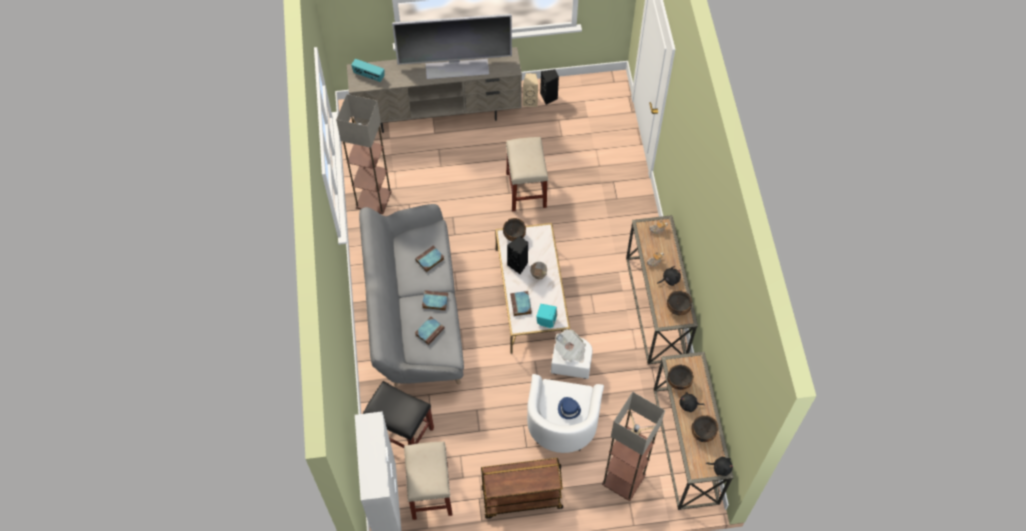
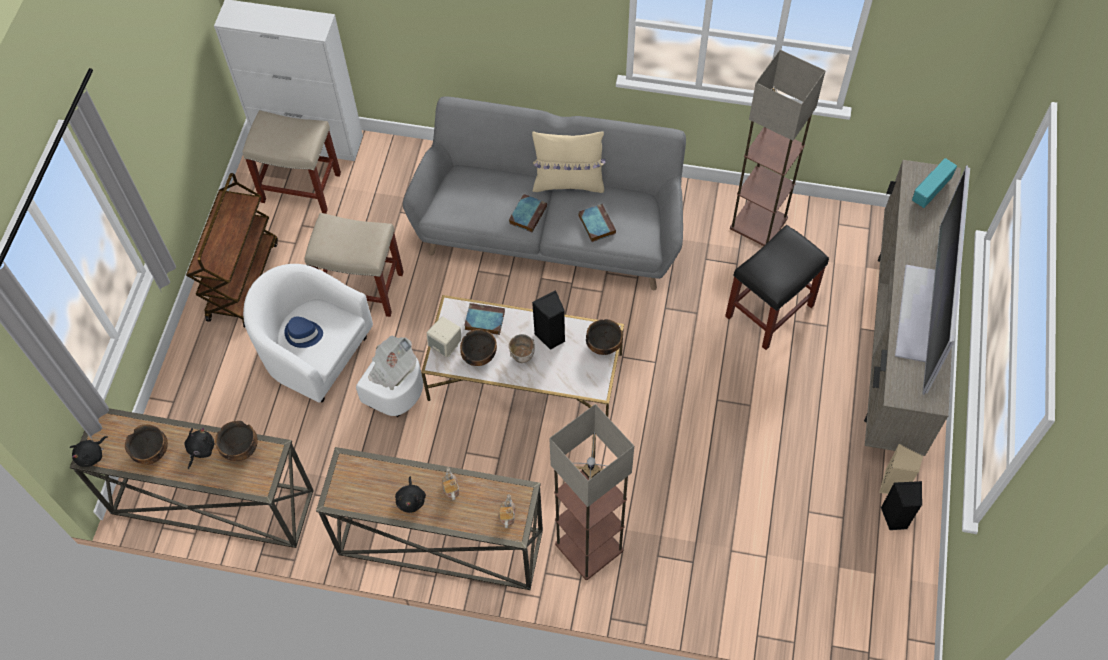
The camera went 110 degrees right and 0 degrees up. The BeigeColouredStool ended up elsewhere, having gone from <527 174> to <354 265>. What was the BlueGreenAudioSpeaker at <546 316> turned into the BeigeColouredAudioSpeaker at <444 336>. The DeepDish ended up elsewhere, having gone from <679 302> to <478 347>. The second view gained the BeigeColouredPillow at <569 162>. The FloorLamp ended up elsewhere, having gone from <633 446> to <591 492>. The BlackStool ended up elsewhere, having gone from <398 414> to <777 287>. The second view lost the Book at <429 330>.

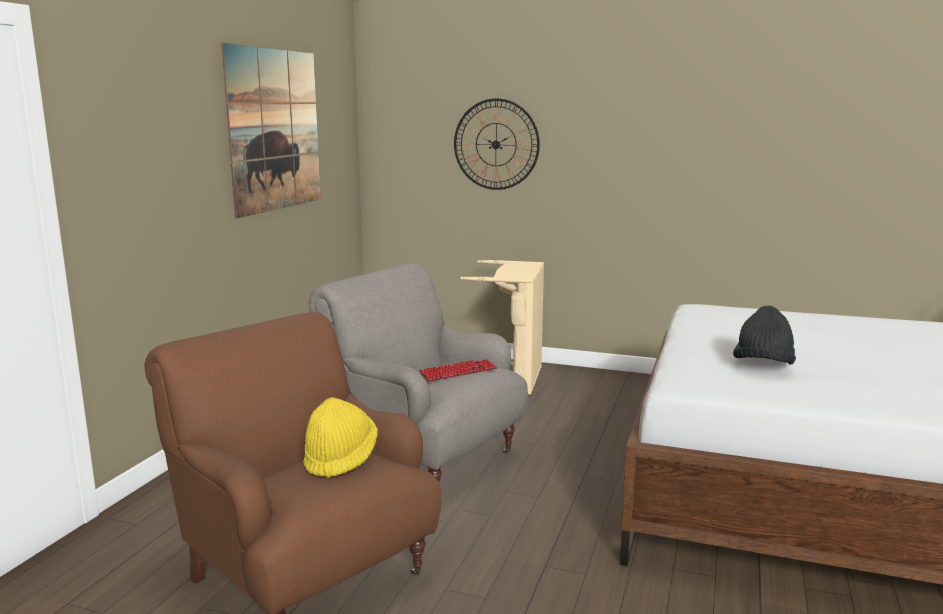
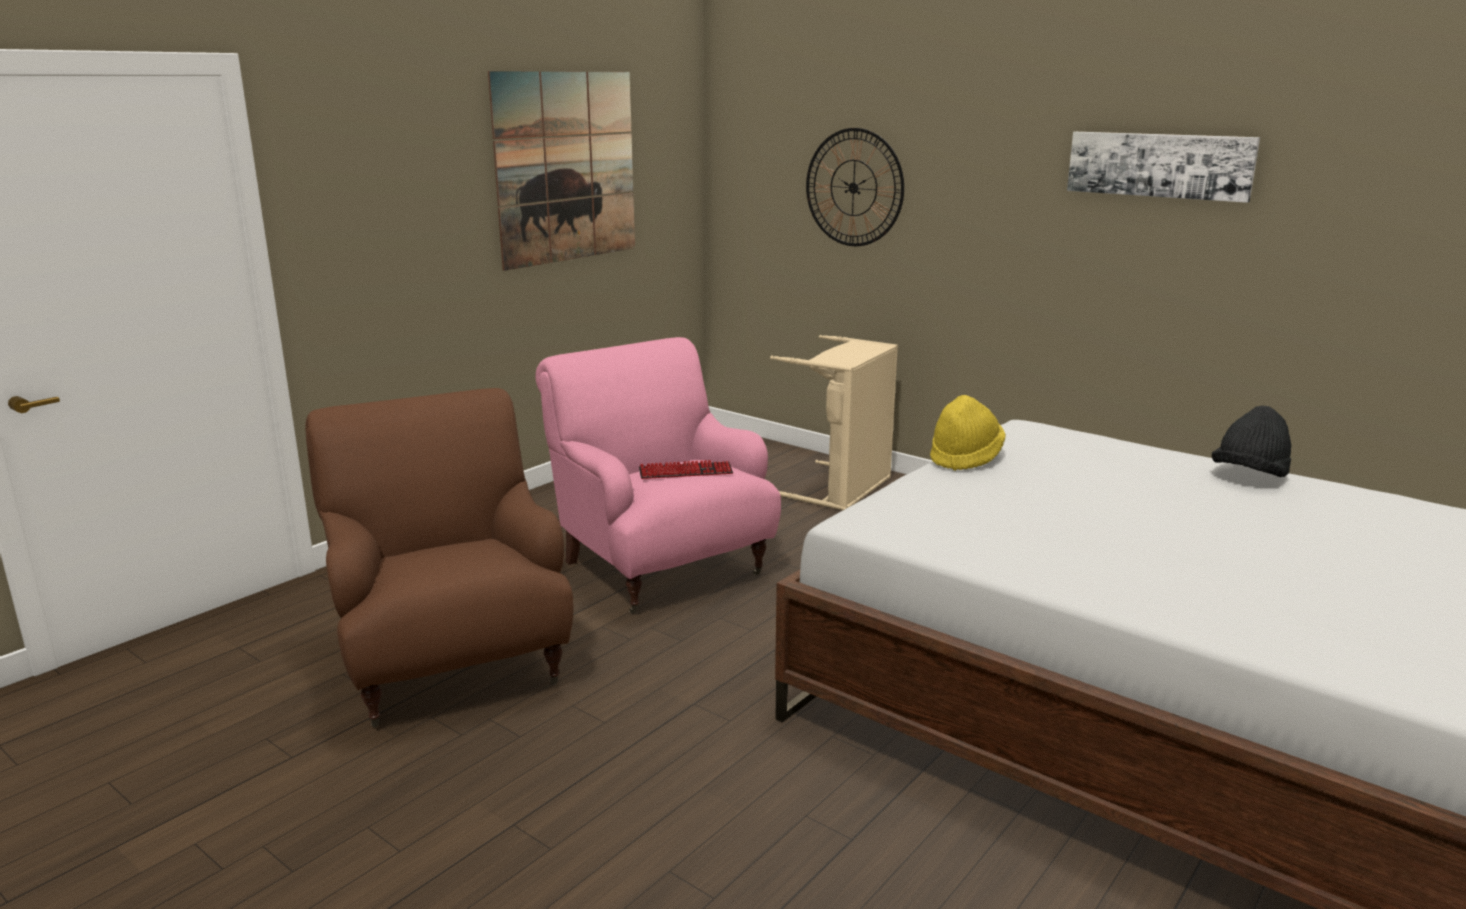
The camera went 20 degrees right and 5 degrees up. What was the GrayLoungeChair at <418 372> turned into the PinkLoungeChair at <658 475>. The YellowColouredWearableHat ended up elsewhere, having gone from <340 437> to <967 433>. The second view gained the WallPicture at <1163 167>. The BlackWearableHat ended up elsewhere, having gone from <764 335> to <1251 441>.

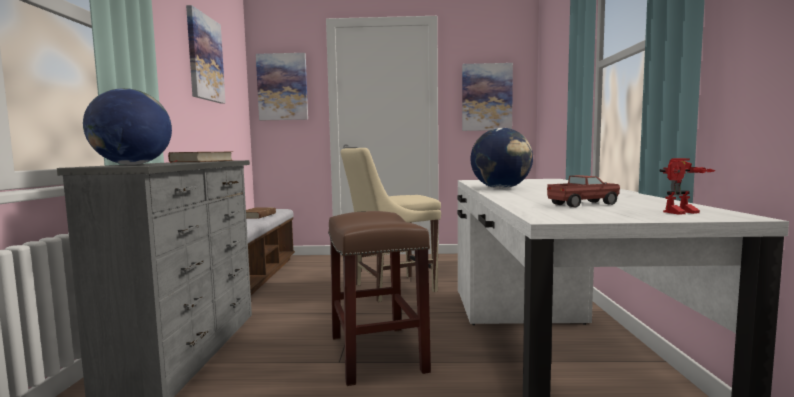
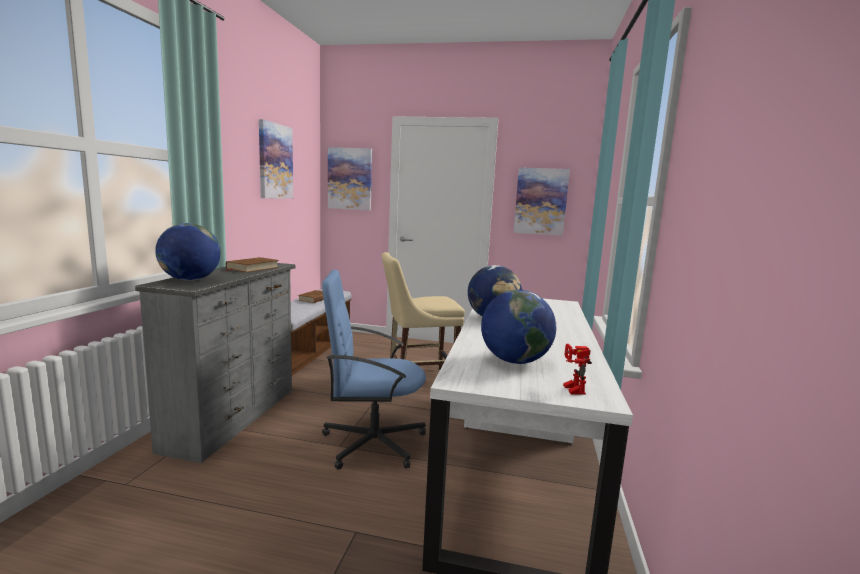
The camera went 10 degrees right and 5 degrees up. Where the BrownColouredStool stood at <379 298>, the BlueOfficeChair came to stand at <374 370>. Where the ToyTruck stood at <583 191>, the Globe came to stand at <518 327>. The RobotFigure at <687 186> ended up facing another way, 90 degrees clockwise from before.

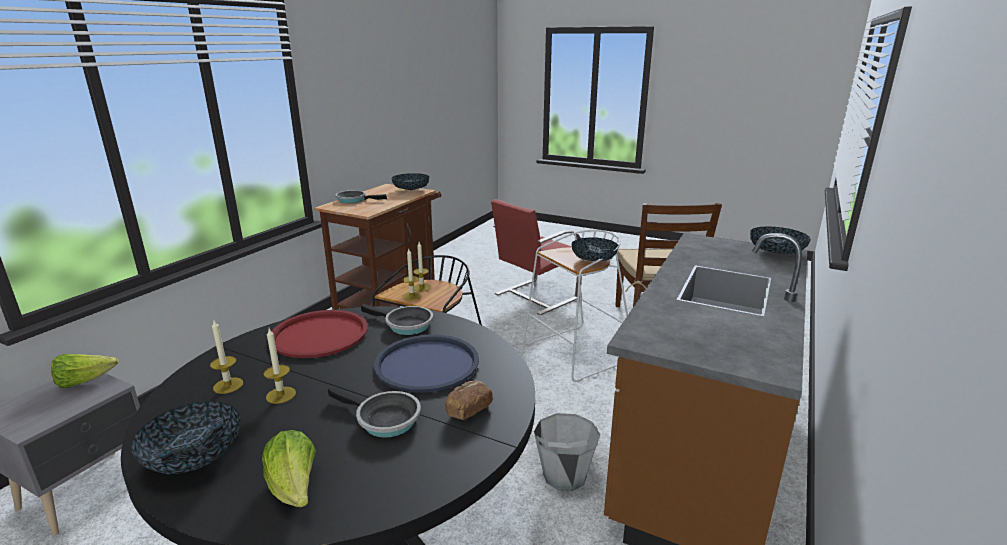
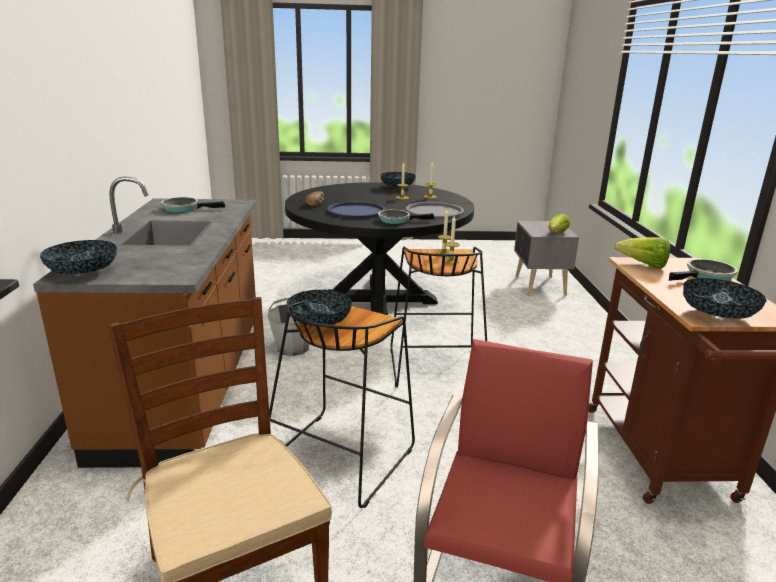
The camera went 150 degrees right and 0 degrees up. The FryingPan ended up elsewhere, having gone from <374 412> to <193 205>. What was the WhiteStool at <575 306> turned into the BlackStool at <342 404>. What was the RedCarryingTray at <319 334> turned into the GrayCarryingTray at <435 210>. The Lettuce ended up elsewhere, having gone from <289 468> to <642 253>.

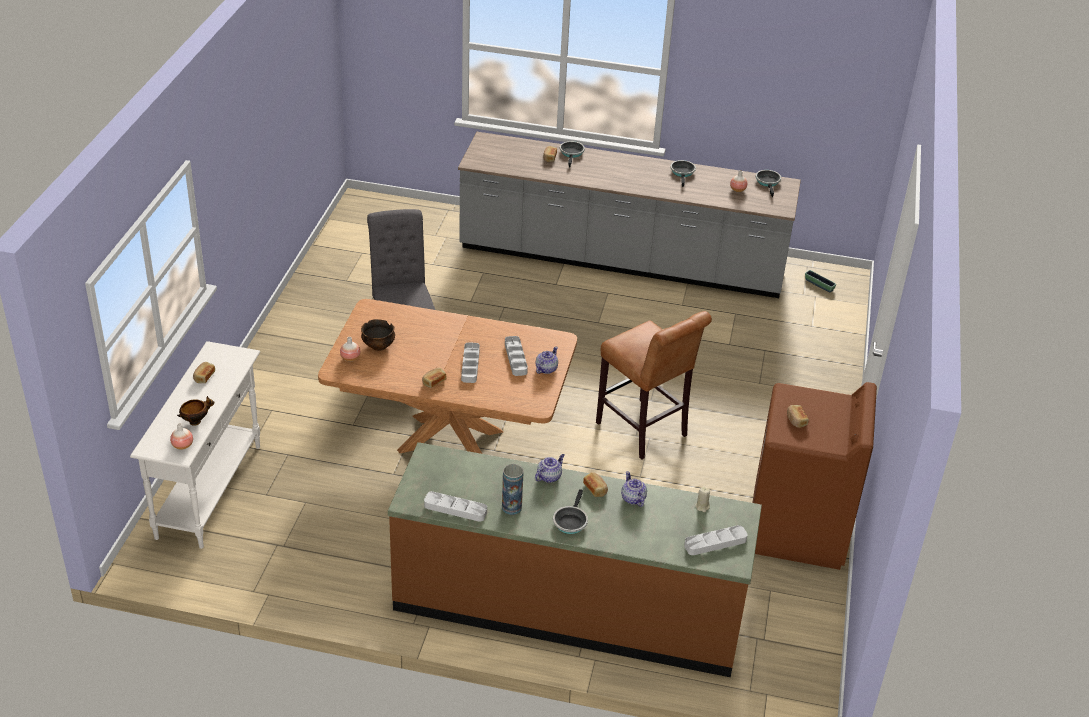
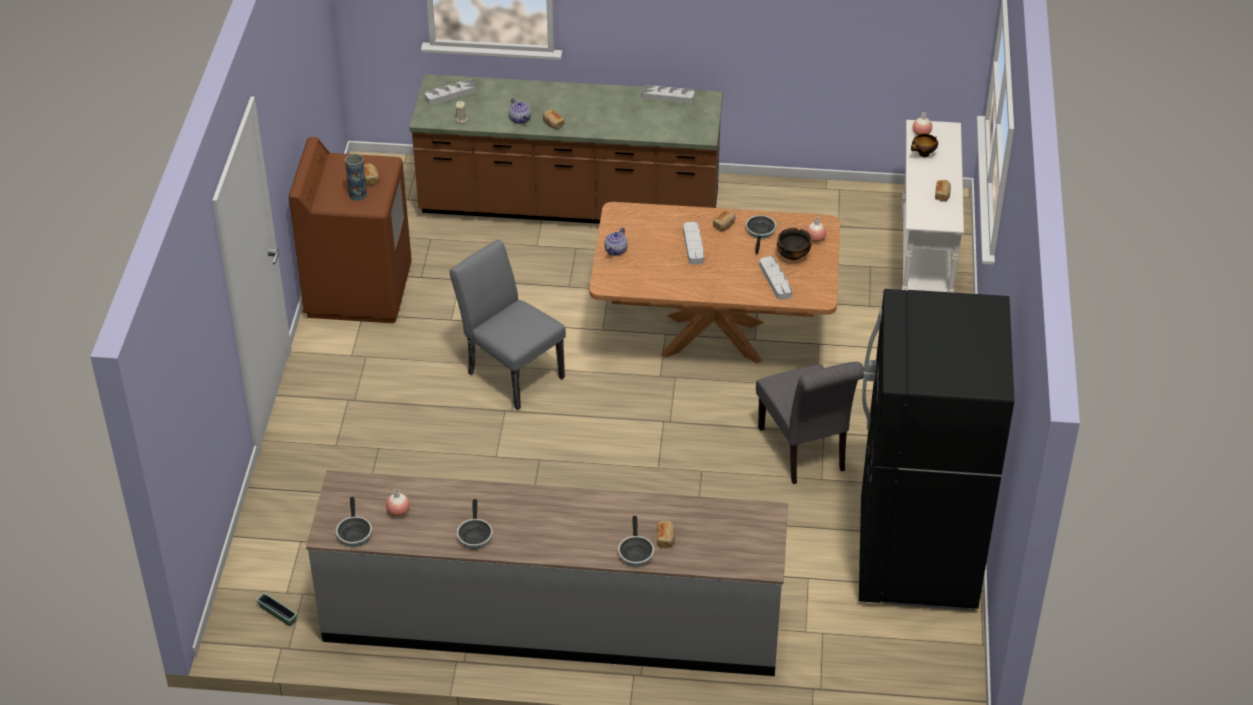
The camera went 175 degrees right and 5 degrees up. The Vase ended up elsewhere, having gone from <513 489> to <356 177>. Where the BrownColouredStool stood at <654 385>, the GrayUprightChair came to stand at <508 324>. The FryingPan ended up elsewhere, having gone from <570 511> to <761 234>. The GrayCarryingTray ended up elsewhere, having gone from <516 356> to <776 278>. The second view gained the BlackRefrigerator at <936 449>. The second view lost the Teapot at <550 468>.

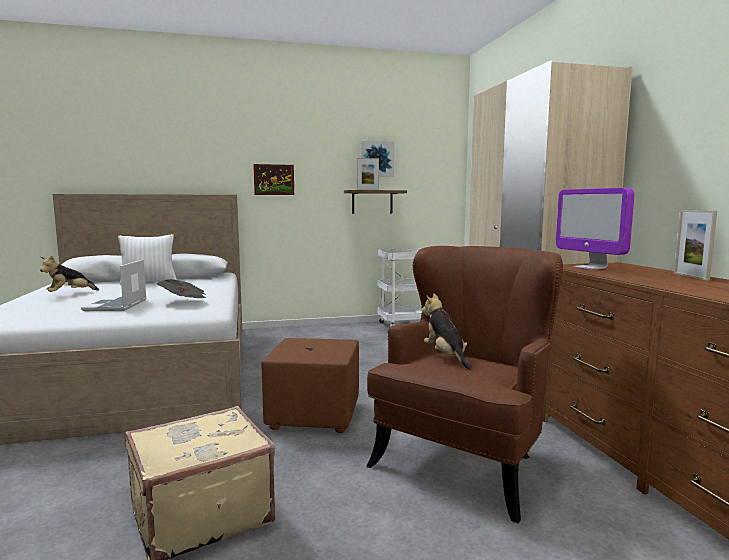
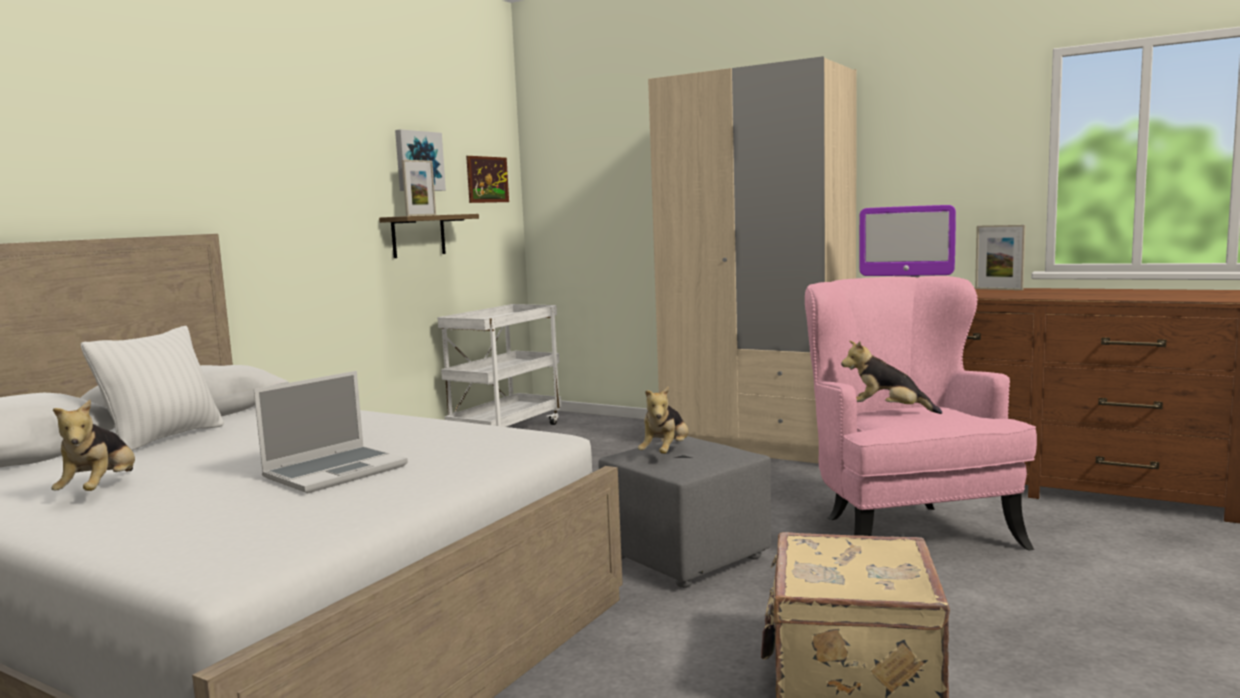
The camera went 45 degrees left and 0 degrees up. The PortableComputer at <114 285> ended up facing another way, 90 degrees counterclockwise from before. The WallPicture ended up elsewhere, having gone from <273 179> to <487 179>. What was the BrownColouredOttoman at <310 385> turned into the GrayOttoman at <684 512>. The second view gained the PlushToy at <663 420>. What was the BrownColouredLoungeChair at <464 384> turned into the PinkLoungeChair at <921 413>. The second view lost the Newspaper at <181 288>.

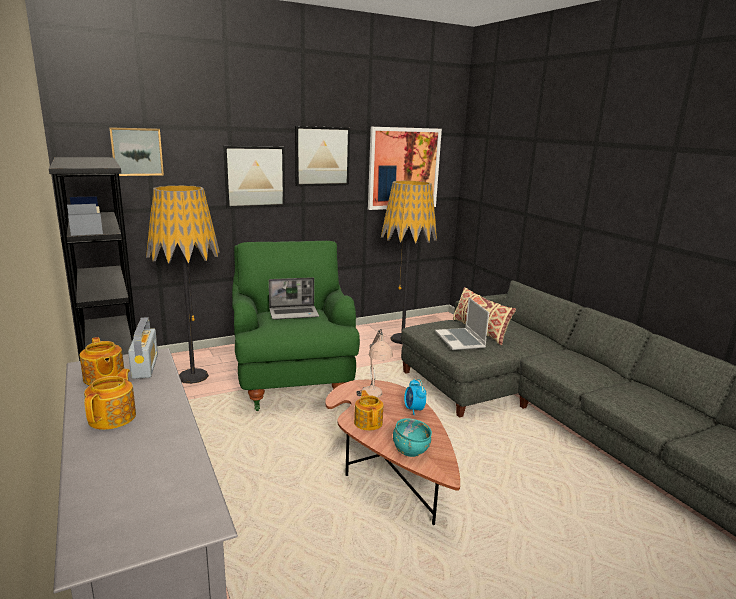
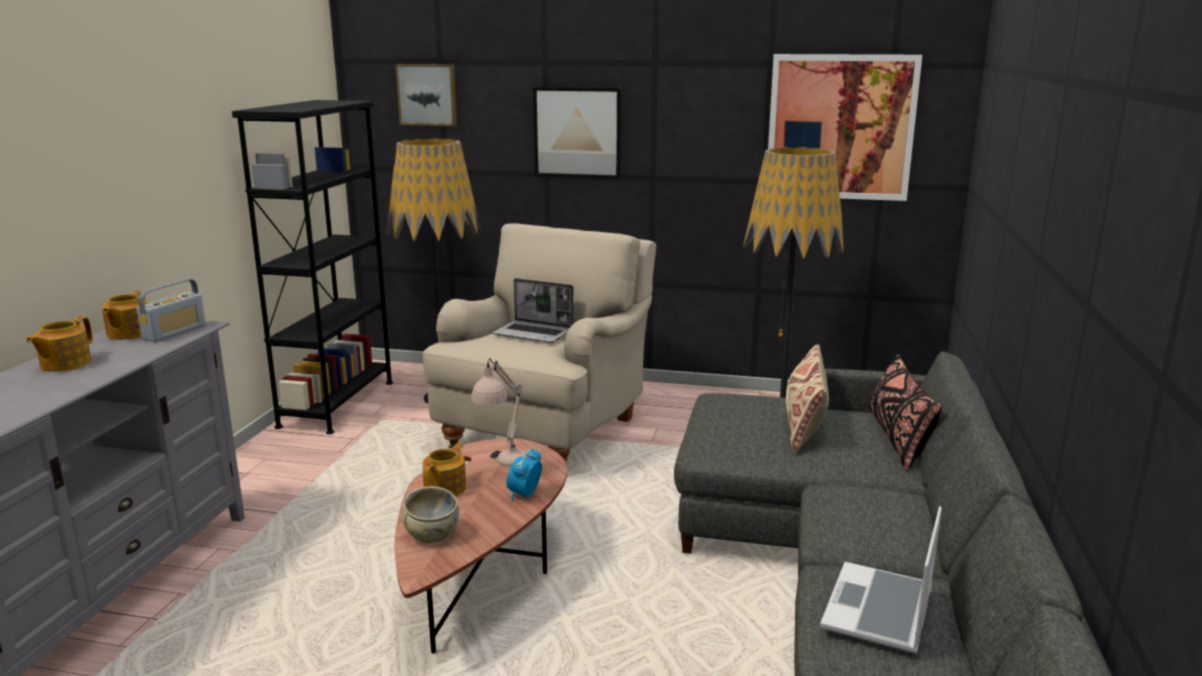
The camera went 40 degrees right and 0 degrees up. The Teapot at <110 399> ended up facing another way, 150 degrees clockwise from before. What was the BlueGreenDeepDish at <412 437> turned into the BeigeColouredDeepDish at <430 514>. What was the GreenColouredLoungeChair at <296 326> turned into the BeigeColouredLoungeChair at <539 342>. The PortableComputer ended up elsewhere, having gone from <462 323> to <881 579>. The second view gained the BlackPillow at <905 413>. The second view lost the WallPicture at <322 156>.

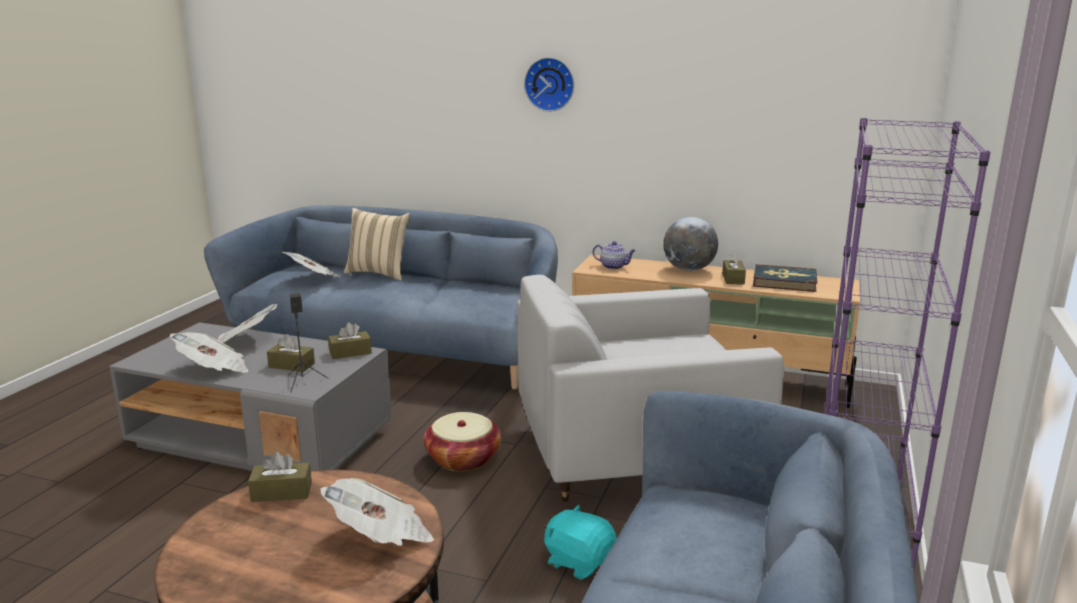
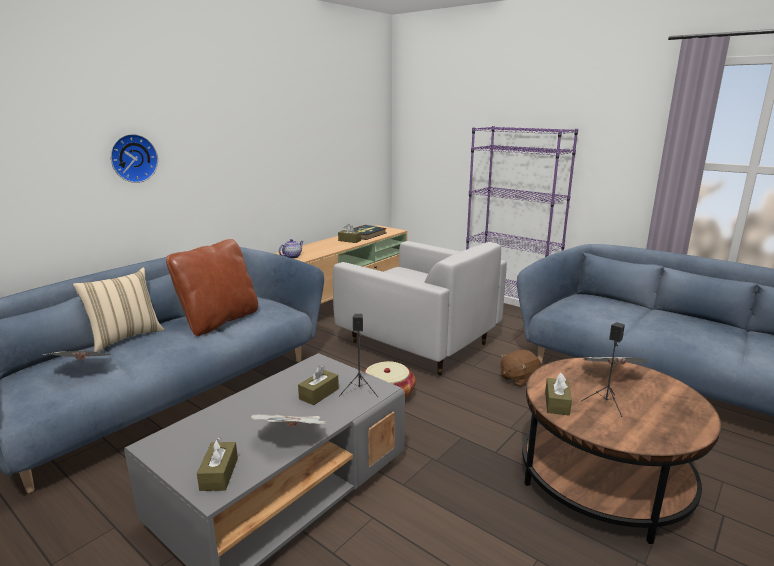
The camera went 70 degrees left and 0 degrees up. The ClockOnTheWall ended up elsewhere, having gone from <549 84> to <134 158>. The second view gained the BrownColouredPillow at <212 287>. The BrownColouredBoxOfTissues ended up elsewhere, having gone from <350 340> to <217 464>. The WhiteLoungeChair at <651 388> ended up facing another way, 60 degrees counterclockwise from before. What was the BlueGreenPlushToy at <580 542> turned into the BrownColouredPlushToy at <520 368>. The second view gained the BlackAudioSpeaker at <603 369>. The second view lost the Newspaper at <247 323>. The second view lost the Globe at <690 244>.

